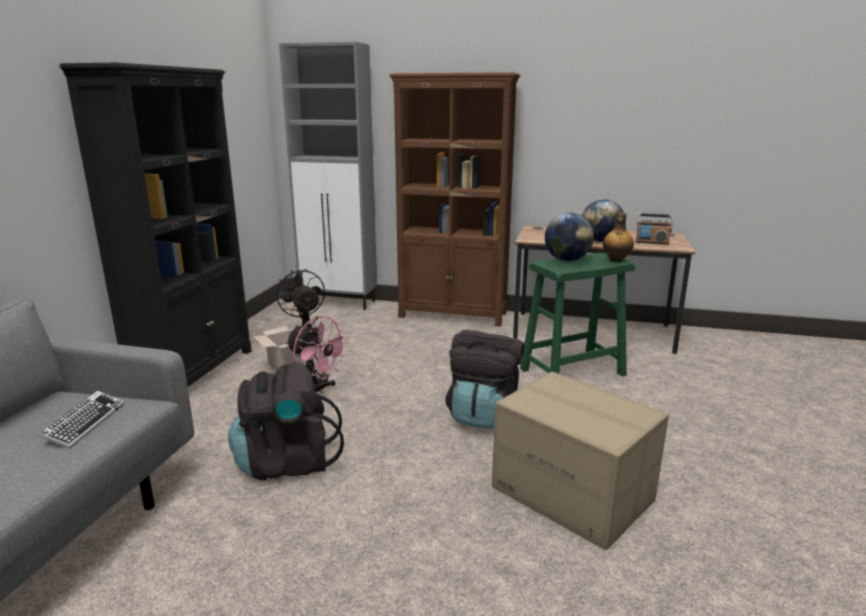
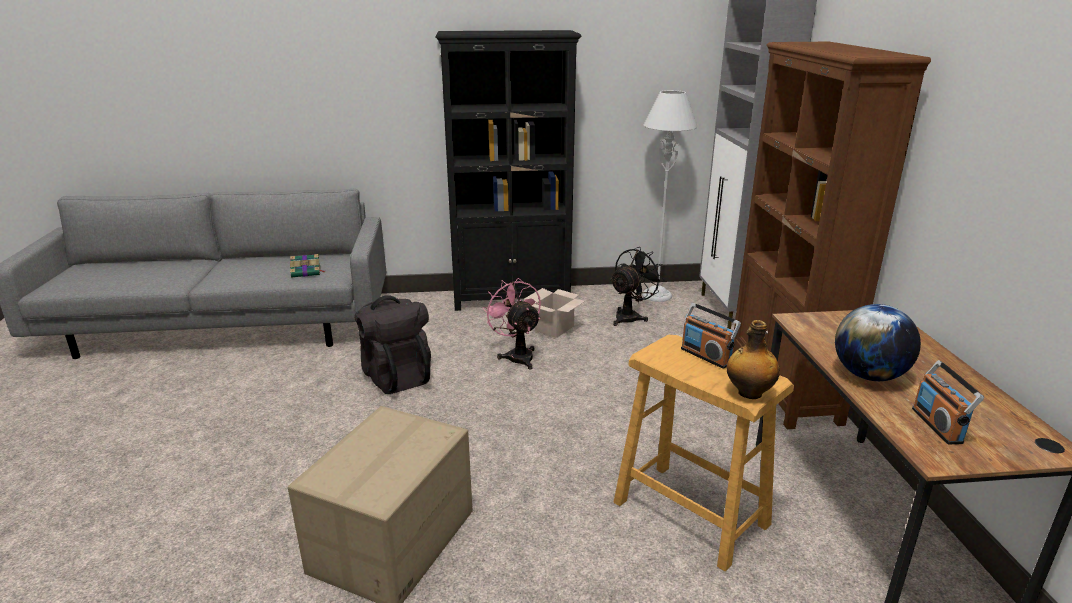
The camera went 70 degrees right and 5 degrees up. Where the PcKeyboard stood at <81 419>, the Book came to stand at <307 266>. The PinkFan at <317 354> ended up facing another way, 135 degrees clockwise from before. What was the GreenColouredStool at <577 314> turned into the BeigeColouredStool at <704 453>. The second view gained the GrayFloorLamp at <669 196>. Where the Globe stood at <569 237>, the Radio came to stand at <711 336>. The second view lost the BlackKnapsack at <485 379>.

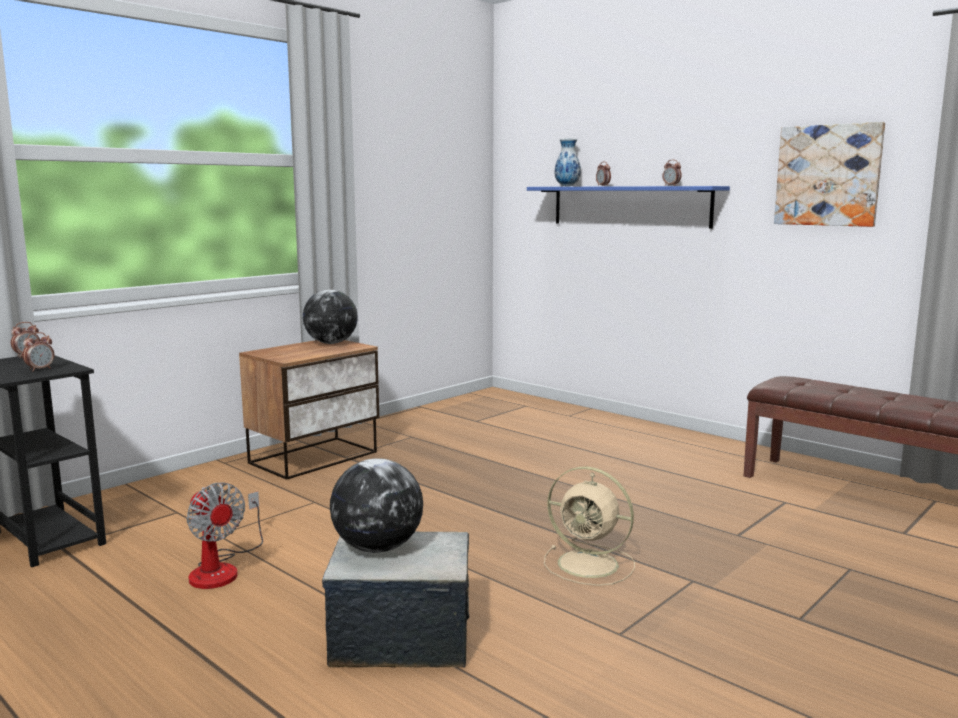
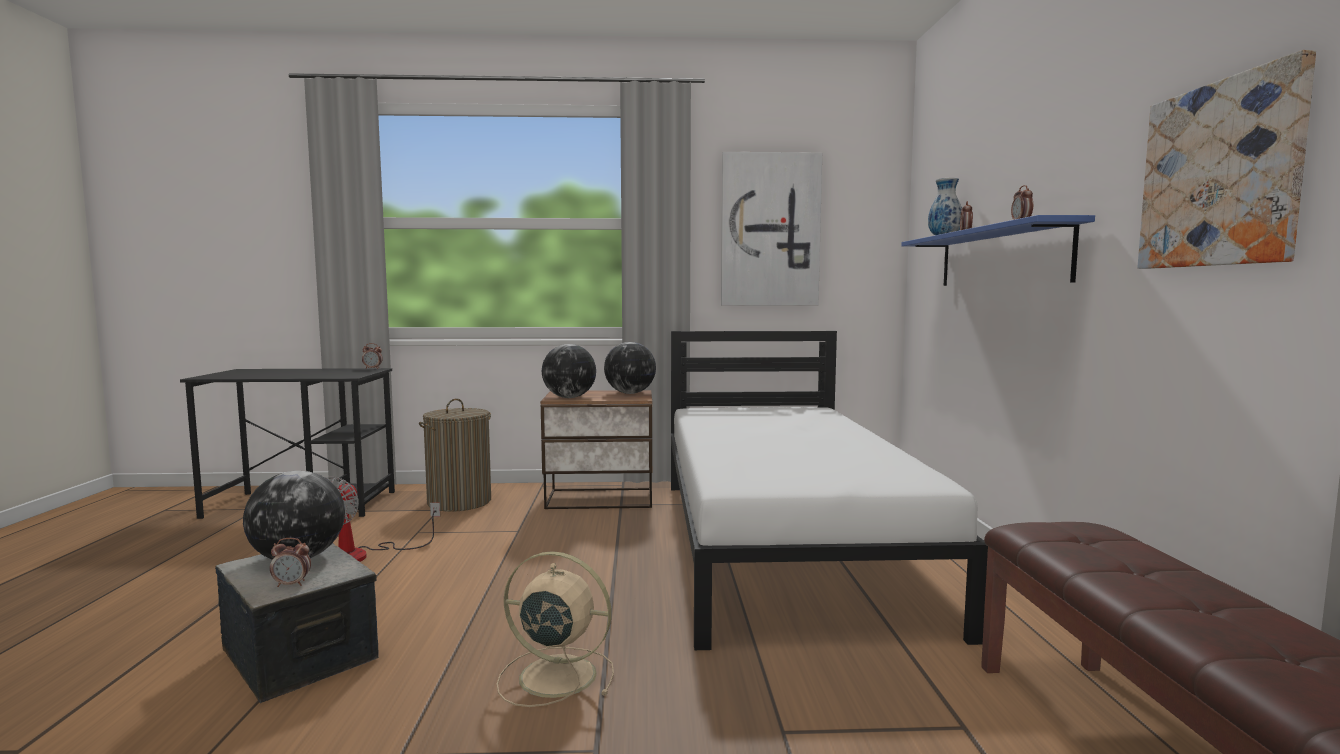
The camera went 45 degrees right and 5 degrees down. The TableClock ended up elsewhere, having gone from <38 351> to <290 562>. The second view gained the WashingBasket at <455 455>. The BeigeColouredFan at <589 526> ended up facing another way, 120 degrees clockwise from before. The second view gained the Globe at <569 371>. The second view gained the WhiteBedroomBed at <829 490>. The second view gained the WallPicture at <771 229>.

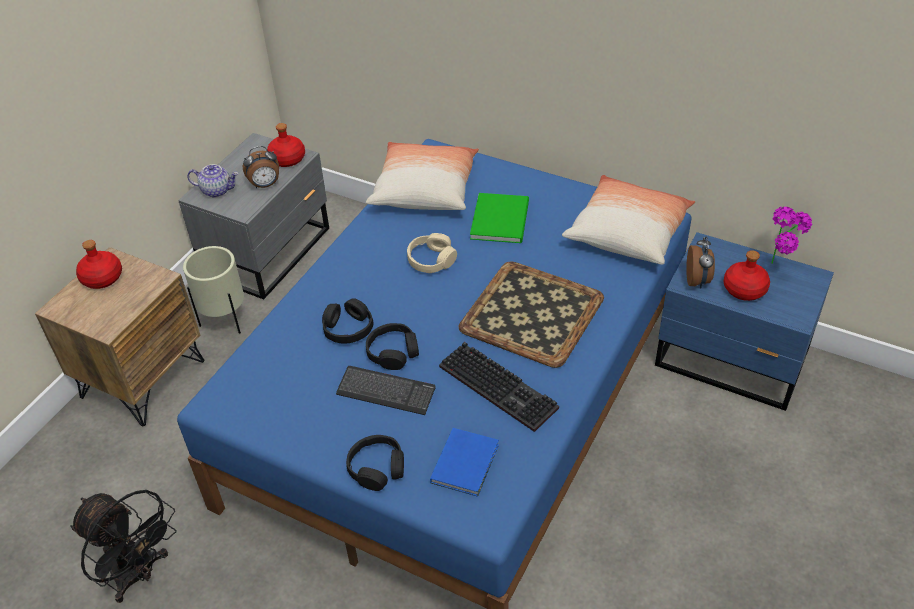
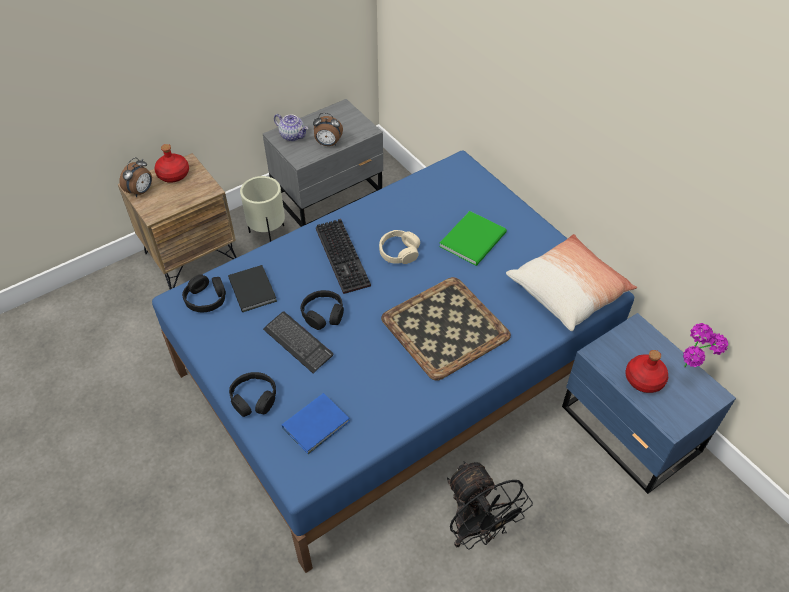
The camera went 25 degrees right and 5 degrees up. The TableClock ended up elsewhere, having gone from <700 262> to <135 177>. The BlackHeadset ended up elsewhere, having gone from <347 321> to <204 293>. The second view gained the BlackBook at <252 288>. The PcKeyboard ended up elsewhere, having gone from <499 387> to <343 256>. The BlackFan ended up elsewhere, having gone from <123 546> to <490 505>. The second view lost the RedDrinkBottle at <286 145>. The second view lost the Pillow at <422 176>.

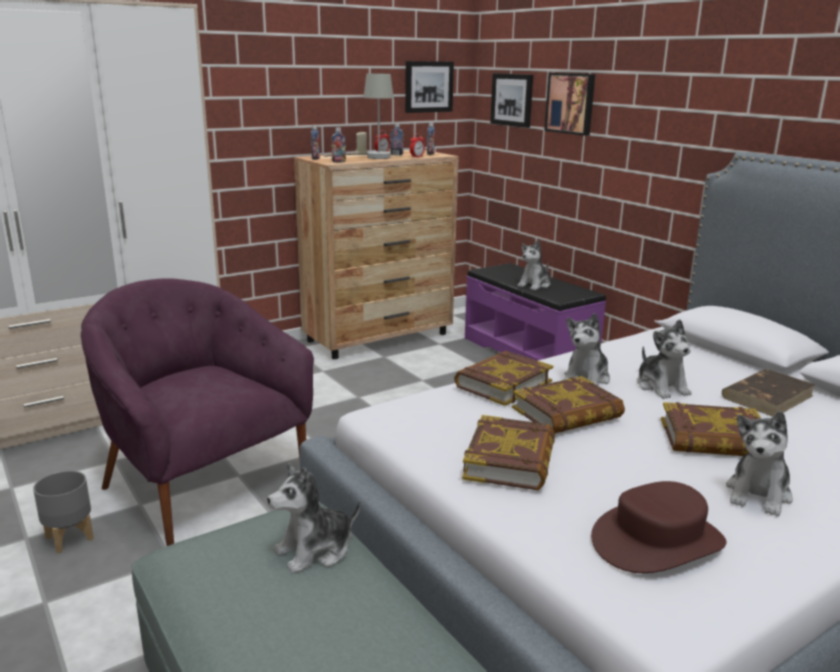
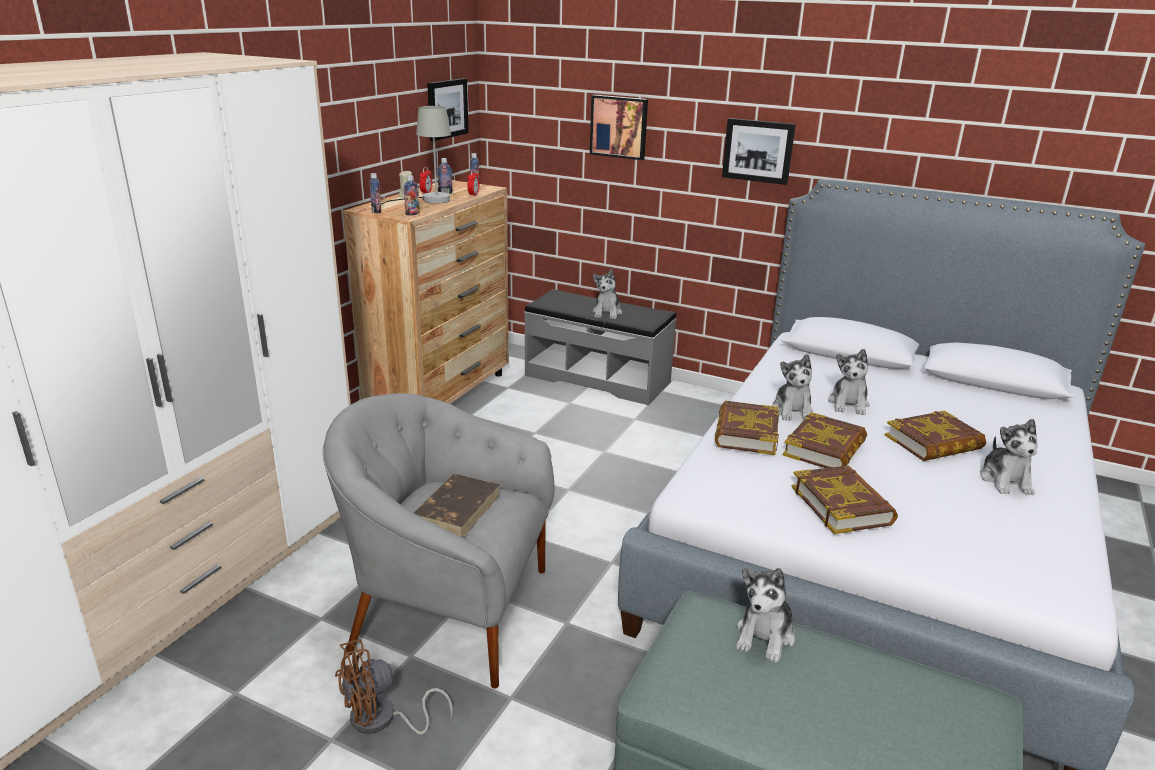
The camera went 30 degrees left and 5 degrees up. What was the PurplishLoungeChair at <197 412> turned into the GrayLoungeChair at <438 541>. Where the GrayPlantPot stood at <63 511>, the BrownColouredFan came to stand at <394 687>. The BrownColouredBook ended up elsewhere, having gone from <769 393> to <457 505>. What was the PurplishBench at <535 312> turned into the GrayBench at <600 347>. The WallPicture ended up elsewhere, having gone from <511 100> to <759 151>. The PlushToy at <664 359> ended up facing another way, 60 degrees clockwise from before. The second view lost the BrownColouredWearableHat at <659 527>.

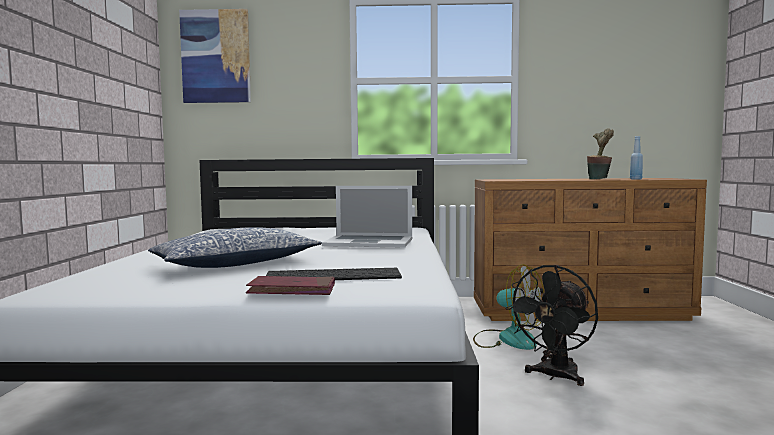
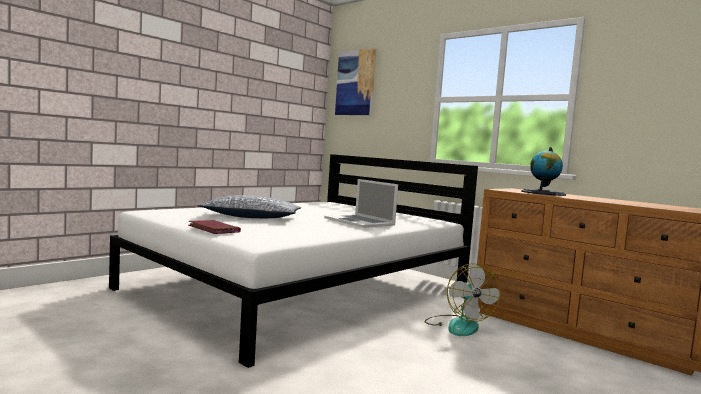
The camera went 40 degrees right and 0 degrees up. The second view gained the Globe at <543 171>. The second view lost the PcKeyboard at <334 274>. The second view lost the BlackFan at <552 325>. The second view lost the PottedPlant at <600 153>. The second view lost the BlueDrinkBottle at <636 158>.

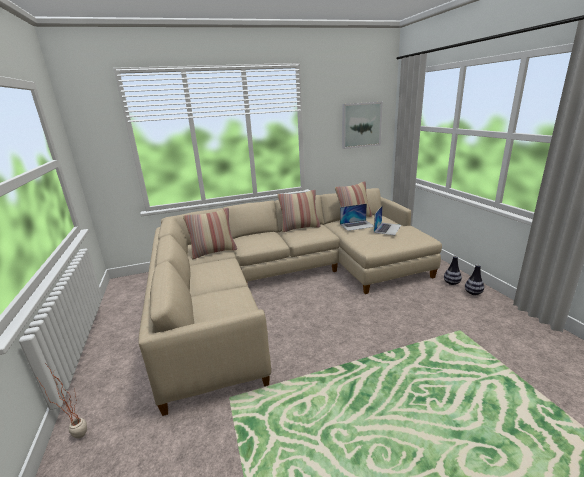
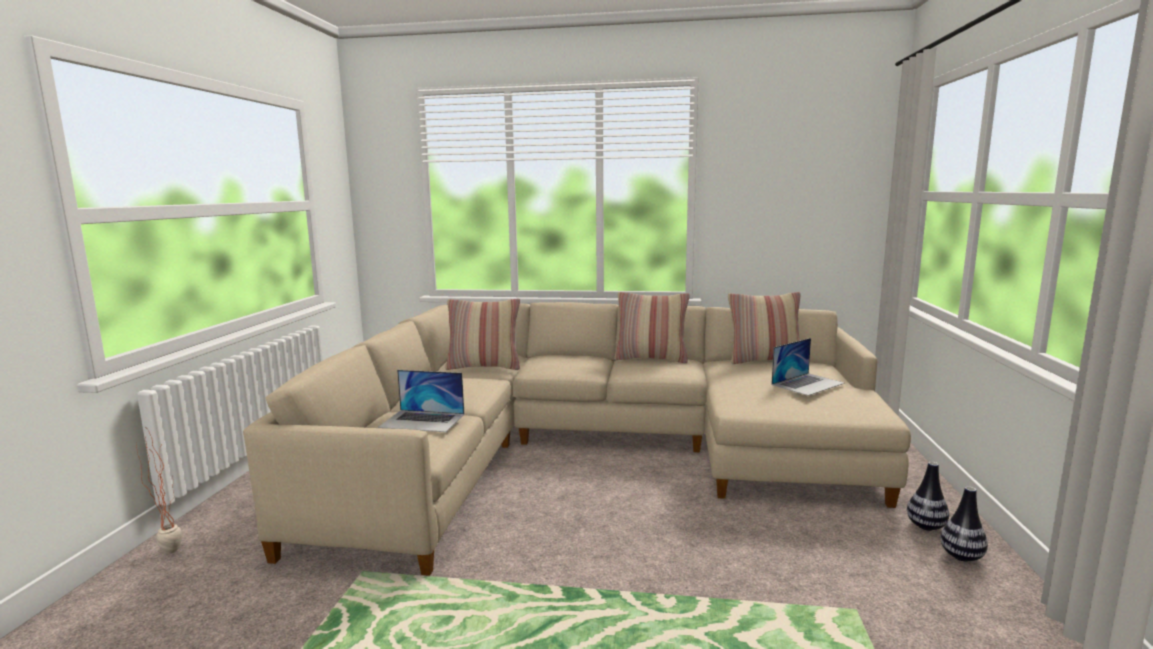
The camera went 25 degrees right and 10 degrees down. The PortableComputer ended up elsewhere, having gone from <357 217> to <421 401>. The second view lost the WallPicture at <362 125>.

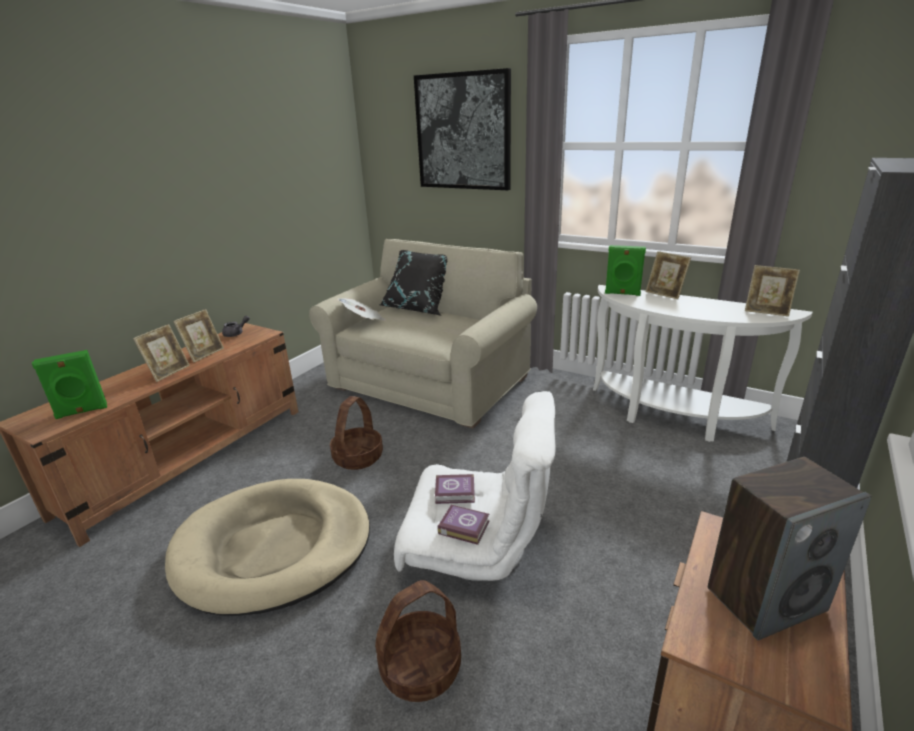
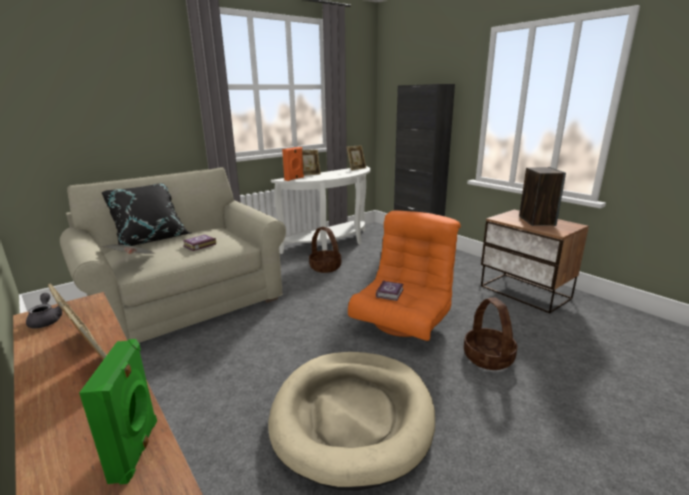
The camera went 70 degrees left and 5 degrees down. The Book ended up elsewhere, having gone from <464 525> to <199 243>. What was the GreenColouredAudioSpeaker at <625 270> turned into the OrangeColouredAudioSpeaker at <293 164>. The HouseholdBasket ended up elsewhere, having gone from <356 433> to <325 250>. What was the WhiteLoungeChair at <475 486> turned into the OrangeColouredLoungeChair at <404 275>. The second view lost the WallPicture at <462 129>.

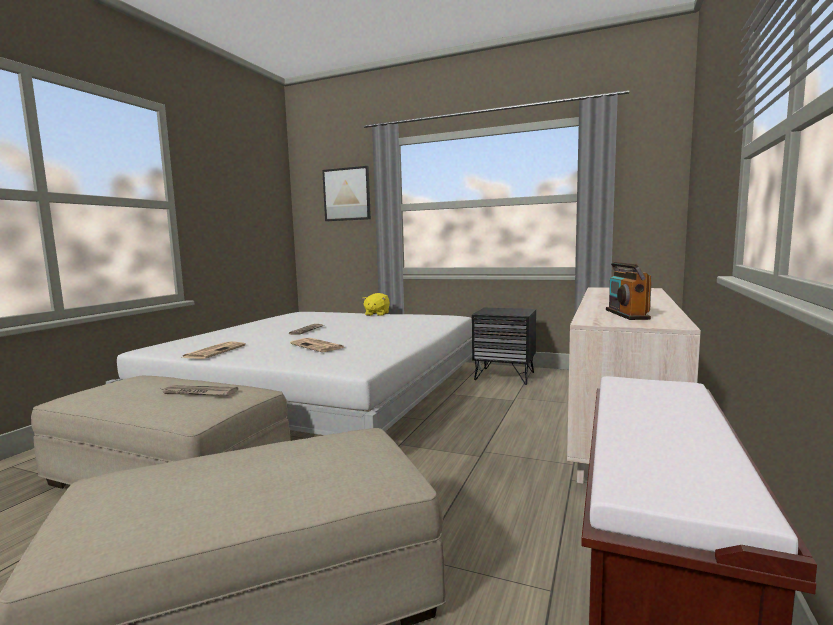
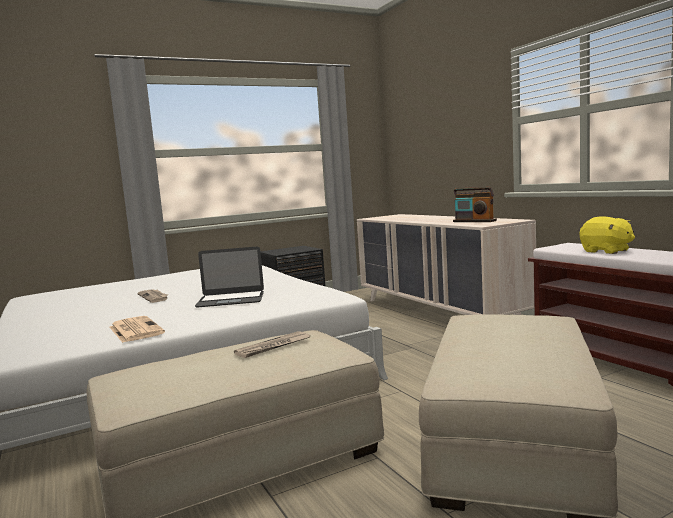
The camera went 50 degrees left and 0 degrees up. Where the Newspaper stood at <317 345>, the PortableComputer came to stand at <229 277>. The YellowColouredPlushToy ended up elsewhere, having gone from <376 304> to <607 235>. The second view lost the WallPicture at <346 193>.

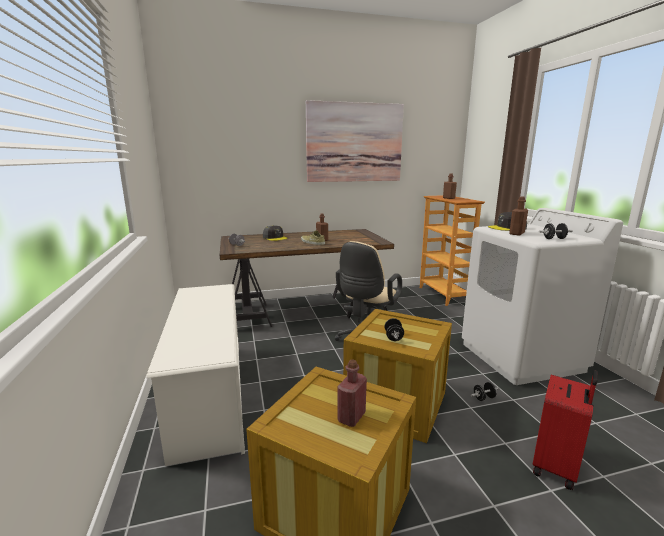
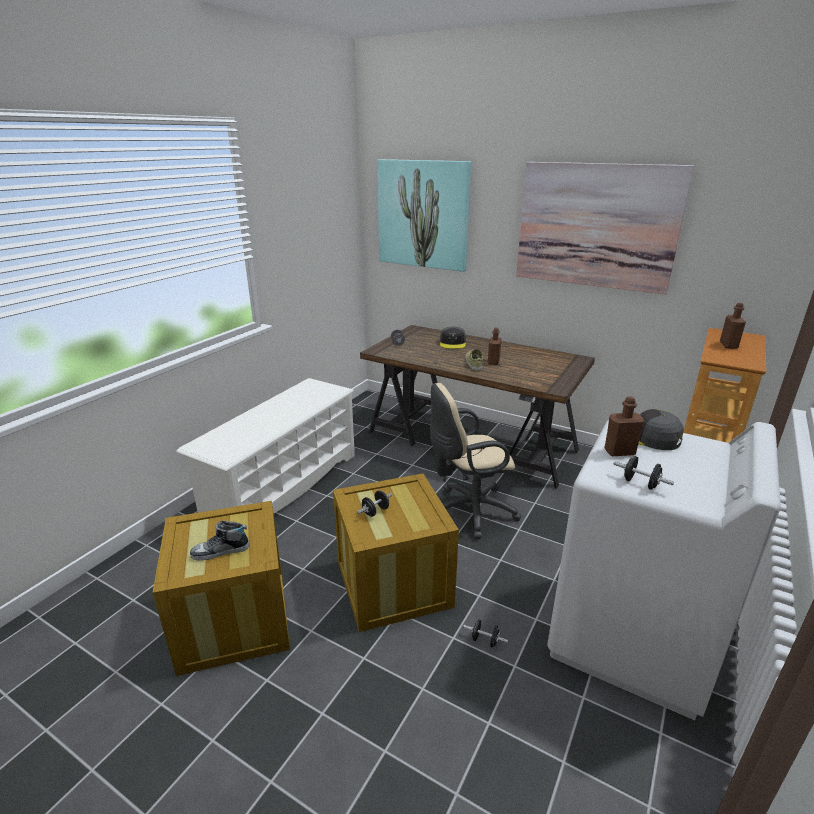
The camera went 45 degrees right and 10 degrees up. Where the RedDrinkBottle stood at <352 393>, the LowShoe came to stand at <219 541>. The second view gained the WallPicture at <424 215>. The second view lost the RedTravelCase at <565 430>.

